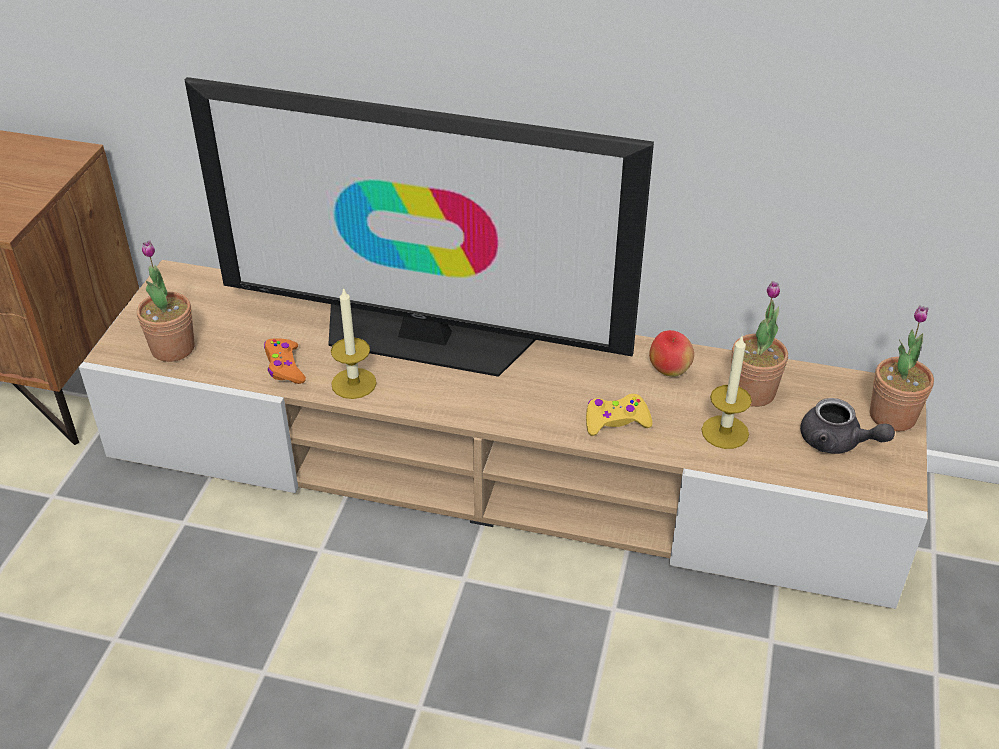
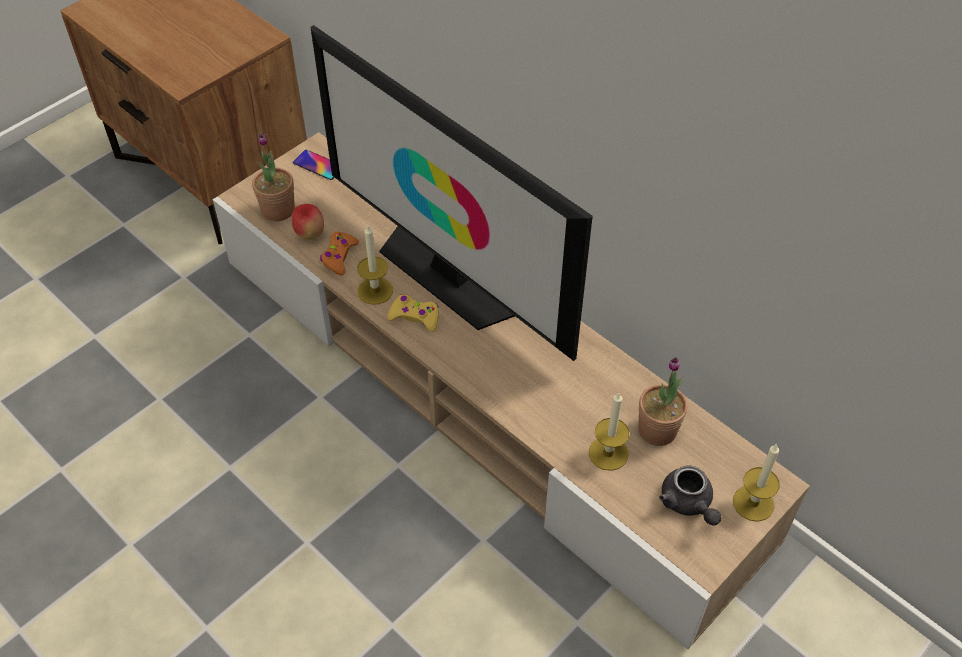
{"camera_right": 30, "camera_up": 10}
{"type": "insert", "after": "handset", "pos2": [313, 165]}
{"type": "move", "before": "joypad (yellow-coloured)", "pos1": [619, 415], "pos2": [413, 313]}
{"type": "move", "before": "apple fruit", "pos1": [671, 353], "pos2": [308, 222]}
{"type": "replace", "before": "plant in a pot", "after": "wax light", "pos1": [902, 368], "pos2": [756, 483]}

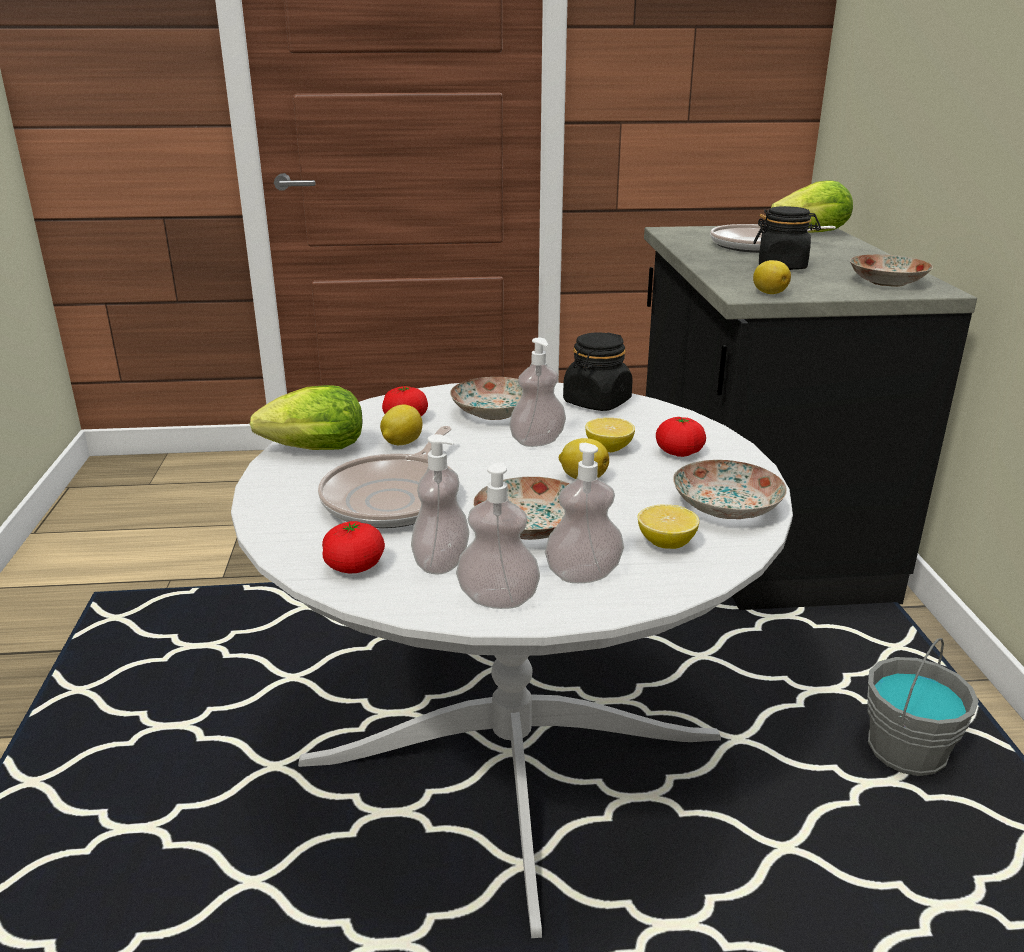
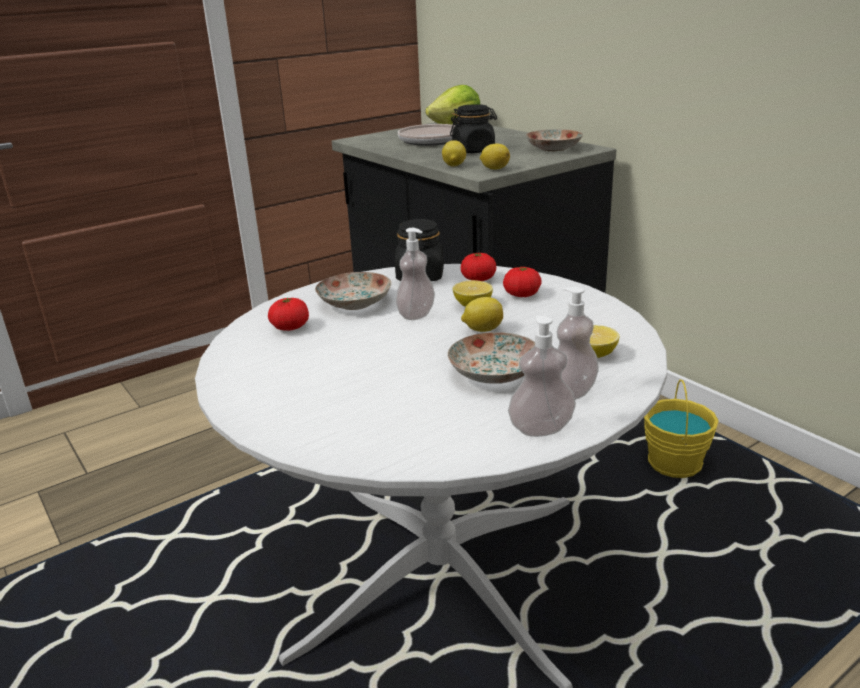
{"camera_right": -30, "camera_up": 0}
{"type": "delete", "before": "lettuce head", "pos1": [306, 417]}
{"type": "delete", "before": "frying pan", "pos1": [386, 477]}
{"type": "delete", "before": "soap dispenser", "pos1": [440, 504]}
{"type": "delete", "before": "flat dish", "pos1": [730, 489]}
{"type": "move", "before": "fresh tomato", "pos1": [353, 547], "pos2": [478, 267]}
{"type": "move", "before": "whole lemon", "pos1": [401, 425], "pos2": [454, 153]}
{"type": "recolor", "before": "water bucket (greyish)", "after": "water bucket (yellow-coloured)", "pos1": [923, 707], "pos2": [681, 429]}

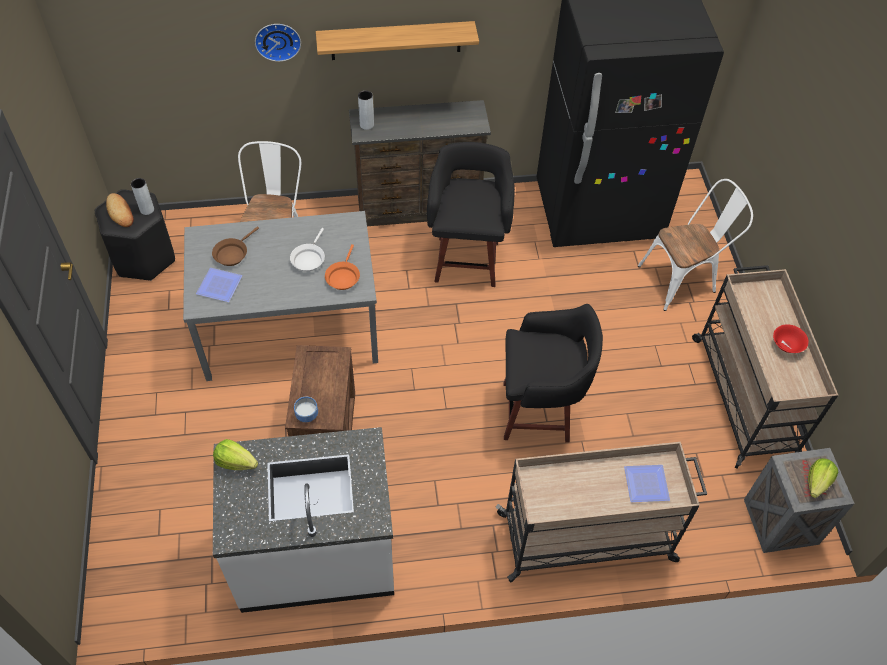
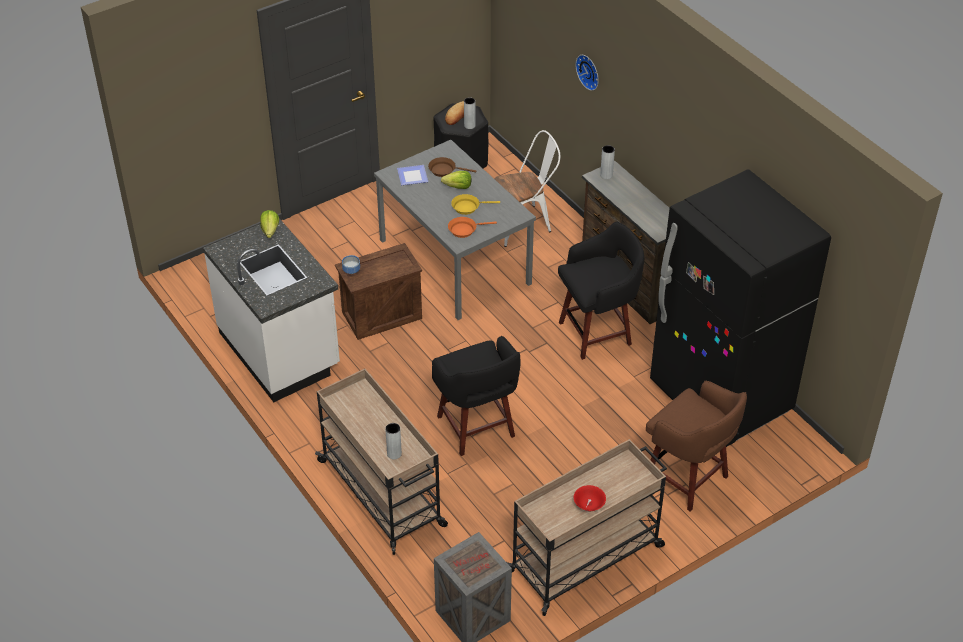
{"camera_right": 65, "camera_up": -10}
{"type": "delete", "before": "shelf", "pos1": [397, 40]}
{"type": "move", "before": "lettuce head", "pos1": [823, 478], "pos2": [456, 180]}
{"type": "replace", "before": "flat dish", "after": "decorative vase (greyish)", "pos1": [647, 483], "pos2": [393, 441]}
{"type": "replace", "before": "upright chair (white-coloured)", "after": "sitting stool (brown-coloured)", "pos1": [695, 245], "pos2": [696, 446]}
{"type": "recolor", "before": "frying pan (white-coloured)", "after": "frying pan (yellow-coloured)", "pos1": [307, 250], "pos2": [475, 204]}

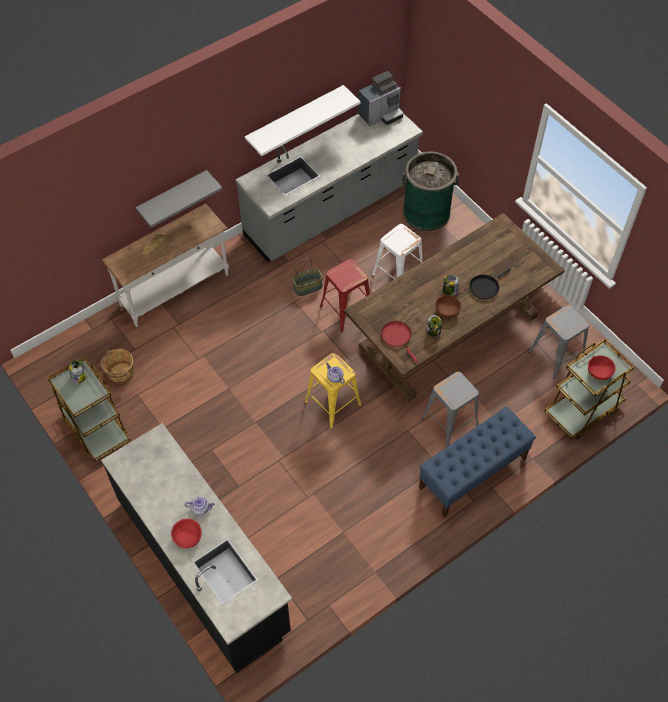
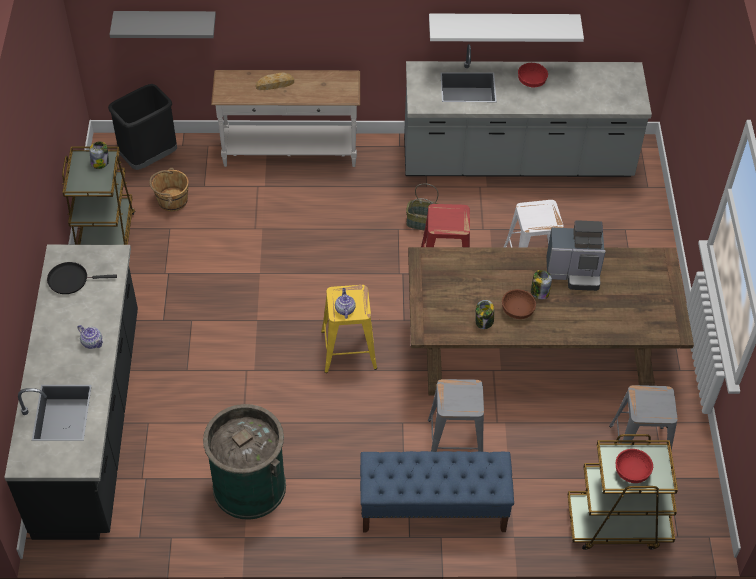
{"camera_right": 35, "camera_up": -5}
{"type": "delete", "before": "frying pan (reddish)", "pos1": [399, 341]}
{"type": "insert", "after": "waste bin (blackish)", "pos2": [142, 127]}
{"type": "move", "before": "shelf (greyish)", "pos1": [179, 199], "pos2": [163, 24]}
{"type": "move", "before": "deep dish (reddish)", "pos1": [186, 533], "pos2": [533, 75]}
{"type": "move", "before": "coffee maker", "pos1": [380, 98], "pos2": [576, 255]}
{"type": "move", "before": "waste bin (green)", "pos1": [430, 191], "pos2": [244, 462]}
{"type": "move", "before": "frying pan (blackish)", "pos1": [490, 283], "pos2": [82, 278]}

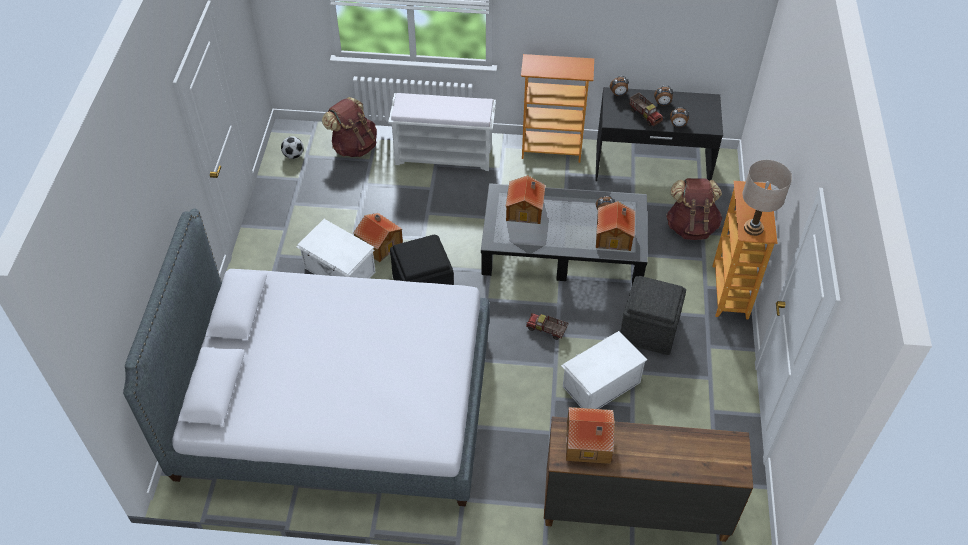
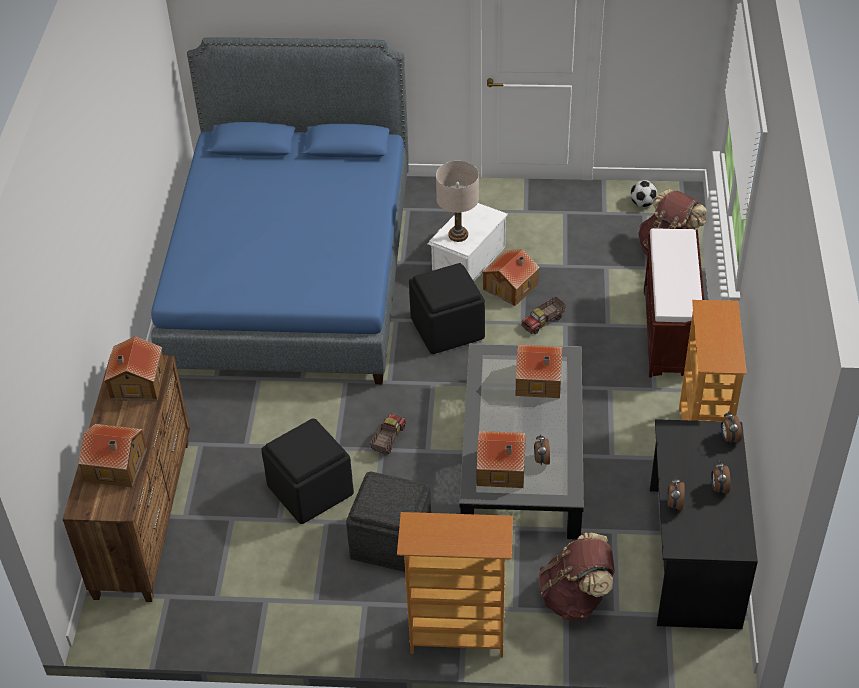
{"camera_right": 90, "camera_up": -5}
{"type": "insert", "after": "toy house", "pos2": [112, 455]}
{"type": "move", "before": "model truck", "pos1": [646, 109], "pos2": [543, 315]}
{"type": "move", "before": "table lamp (beige-coloured)", "pos1": [767, 198], "pos2": [457, 201]}
{"type": "replace", "before": "storage bin (white-coloured)", "after": "ottoman (blackish)", "pos1": [604, 370], "pos2": [307, 471]}
{"type": "recolor", "before": "bedroom bed (greyish)", "after": "bedroom bed (blue-coloured)", "pos1": [306, 357], "pos2": [280, 210]}
{"type": "recolor", "before": "bench (white-coloured)", "after": "bench (brown-coloured)", "pos1": [442, 132], "pos2": [674, 303]}

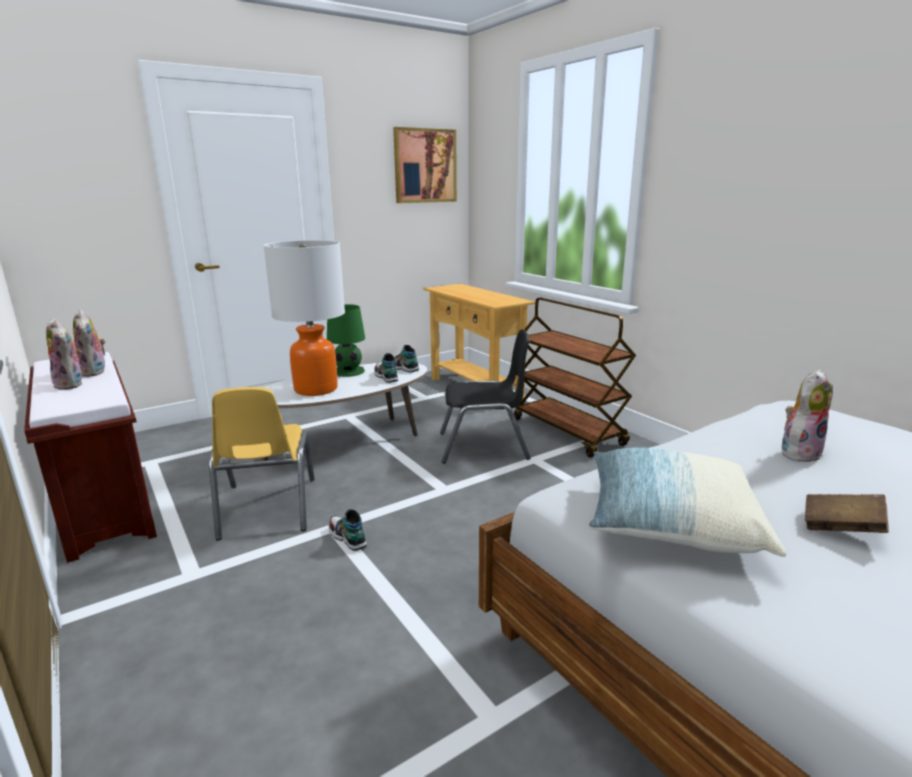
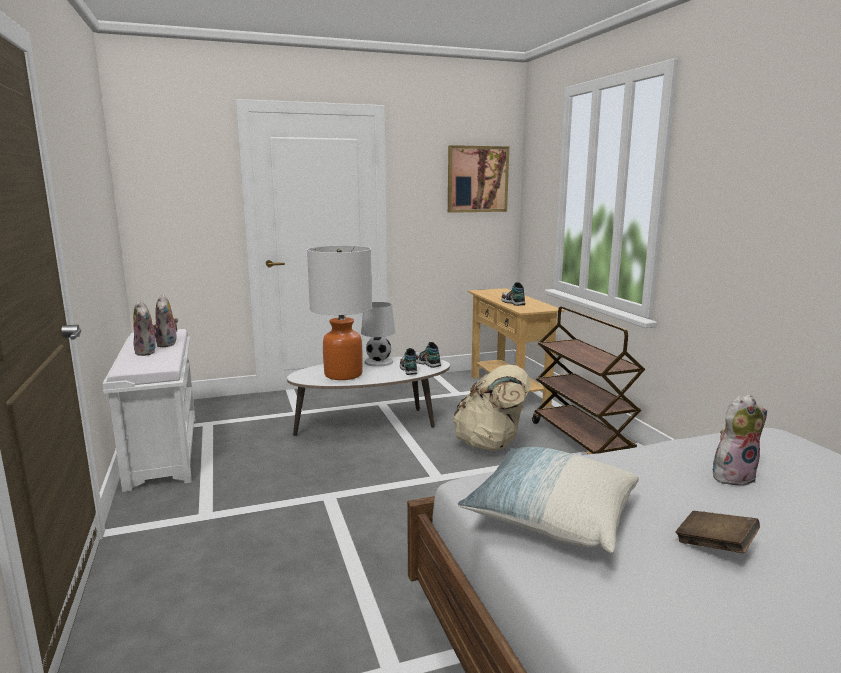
{"camera_right": 15, "camera_up": -5}
{"type": "delete", "before": "upright chair (yellow-coloured)", "pos1": [262, 464]}
{"type": "move", "before": "shoe", "pos1": [348, 530], "pos2": [513, 294]}
{"type": "replace", "before": "upright chair (blackish)", "after": "knapsack (beige-coloured)", "pos1": [485, 396], "pos2": [492, 408]}
{"type": "recolor", "before": "bench (brown-coloured)", "after": "bench (white-coloured)", "pos1": [90, 457], "pos2": [149, 410]}
{"type": "recolor", "before": "table lamp (green)", "after": "table lamp (white-coloured)", "pos1": [346, 340], "pos2": [378, 334]}

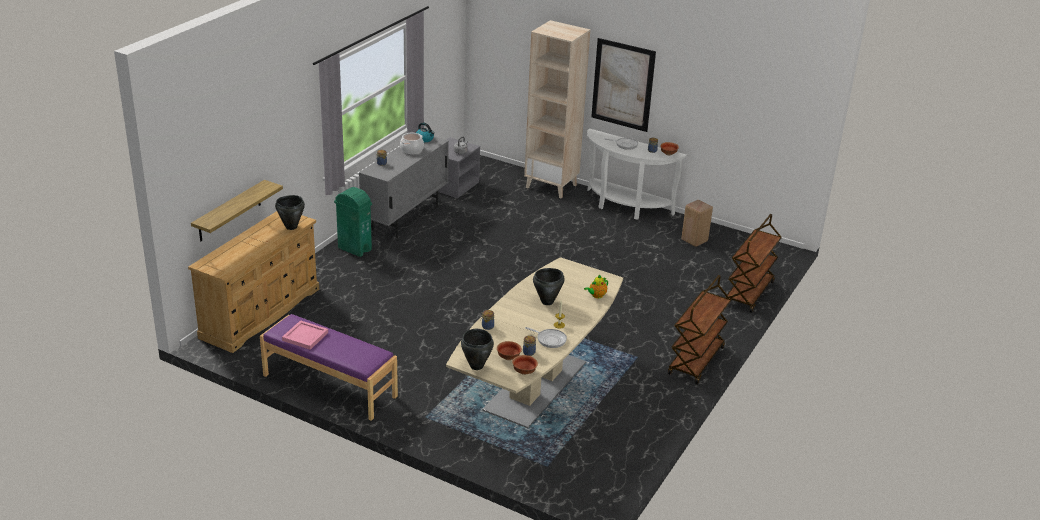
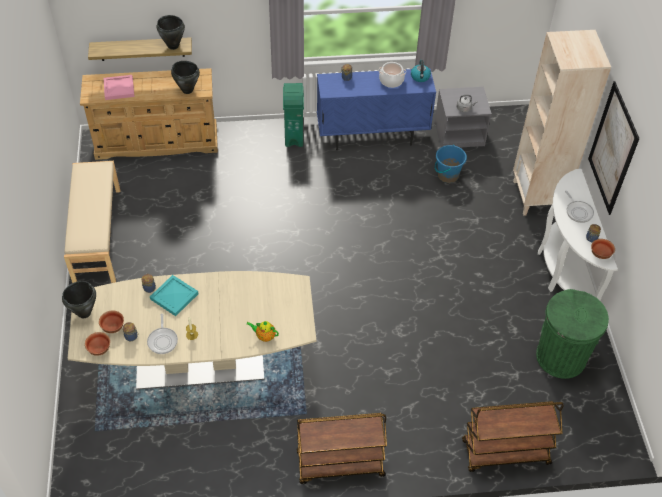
{"camera_right": 55, "camera_up": 20}
{"type": "insert", "after": "serving tray (turquoise-coloured)", "pos2": [174, 295]}
{"type": "insert", "after": "water bucket (blue-coloured)", "pos2": [451, 164]}
{"type": "move", "before": "serving tray (pink)", "pos1": [305, 335], "pos2": [119, 87]}
{"type": "move", "before": "saucepot (blackish)", "pos1": [549, 286], "pos2": [171, 32]}
{"type": "replace", "before": "sitting stool (beige-coloured)", "after": "waste bin (green)", "pos1": [697, 223], "pos2": [572, 334]}
{"type": "recolor", "before": "bench (purplish)", "after": "bench (beige-coloured)", "pos1": [329, 367], "pos2": [92, 222]}
{"type": "recolor", "before": "cabinet (greyish)", "after": "cabinet (blue-coloured)", "pos1": [404, 187], "pos2": [376, 109]}

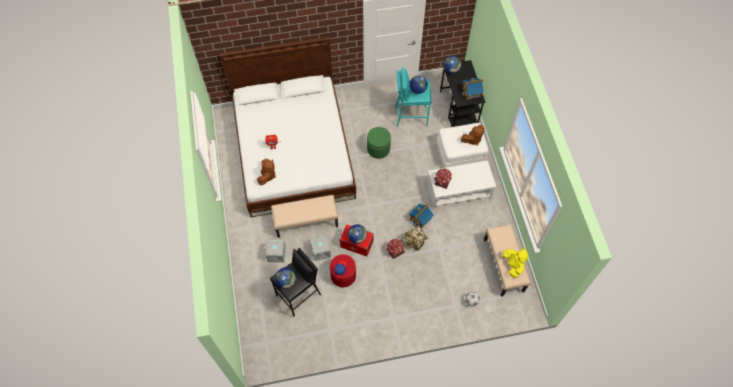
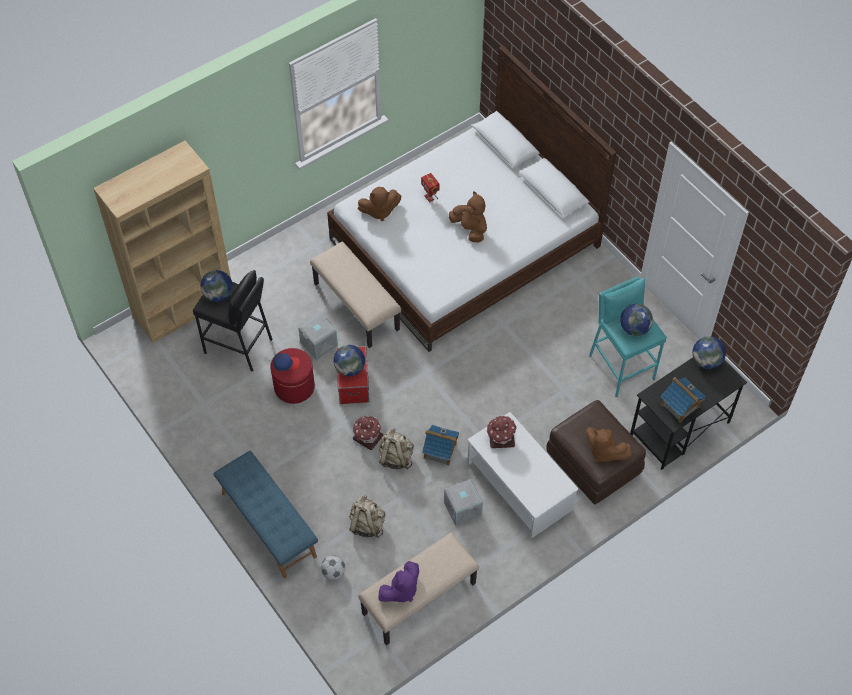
{"camera_right": 65, "camera_up": -5}
{"type": "delete", "before": "ottoman (green)", "pos1": [379, 143]}
{"type": "insert", "after": "shelving unit (brown-coloured)", "pos2": [162, 242]}
{"type": "insert", "after": "bench (blue-coloured)", "pos2": [265, 514]}
{"type": "insert", "after": "knapsack (beige-coloured)", "pos2": [367, 516]}
{"type": "insert", "after": "plush toy (brown-coloured)", "pos2": [468, 216]}
{"type": "move", "before": "storage bin (greyish)", "pos1": [275, 251], "pos2": [463, 502]}
{"type": "recolor", "before": "ottoman (white-coloured)", "after": "ottoman (brown-coloured)", "pos1": [462, 145], "pos2": [596, 452]}
{"type": "recolor", "before": "plush toy (yellow-coloured)", "after": "plush toy (purplish)", "pos1": [515, 263], "pos2": [399, 581]}

